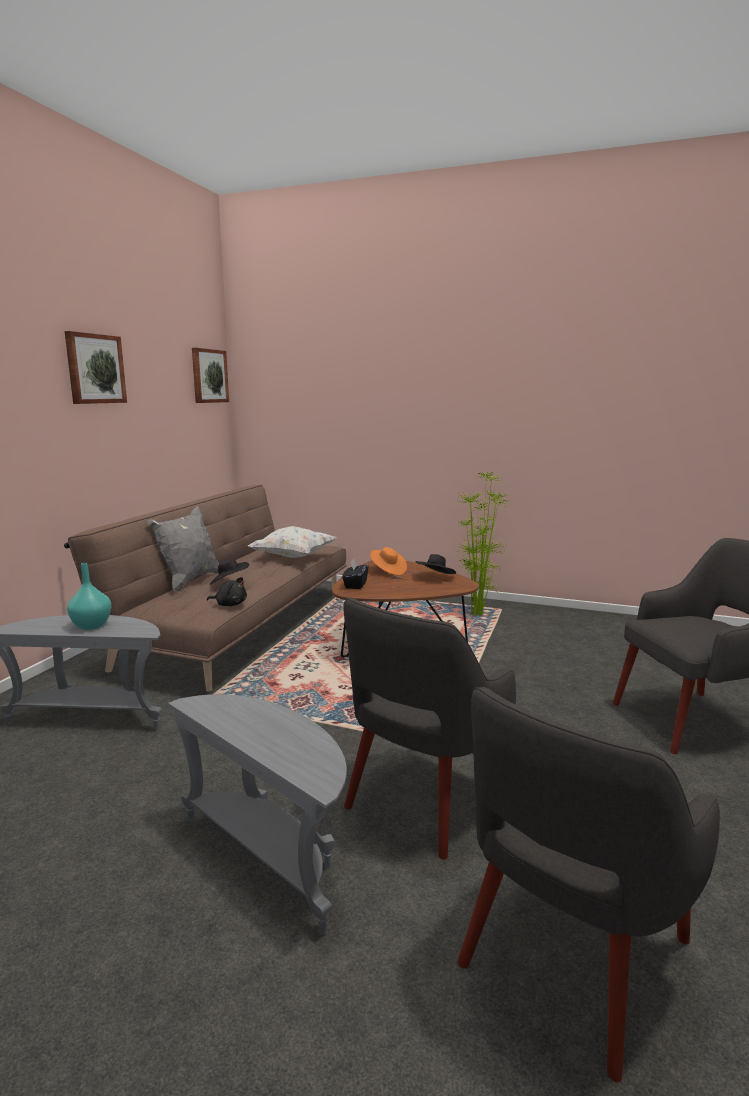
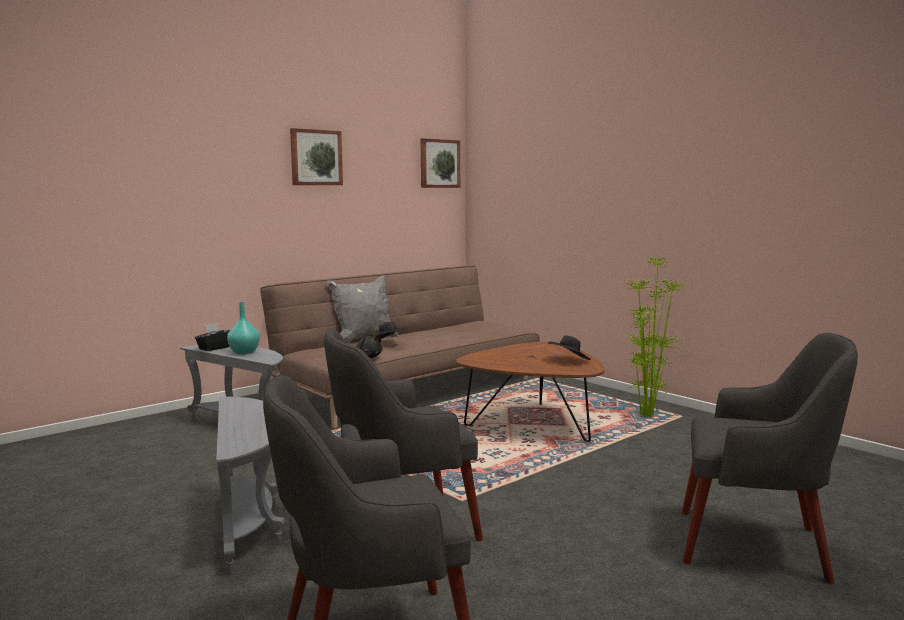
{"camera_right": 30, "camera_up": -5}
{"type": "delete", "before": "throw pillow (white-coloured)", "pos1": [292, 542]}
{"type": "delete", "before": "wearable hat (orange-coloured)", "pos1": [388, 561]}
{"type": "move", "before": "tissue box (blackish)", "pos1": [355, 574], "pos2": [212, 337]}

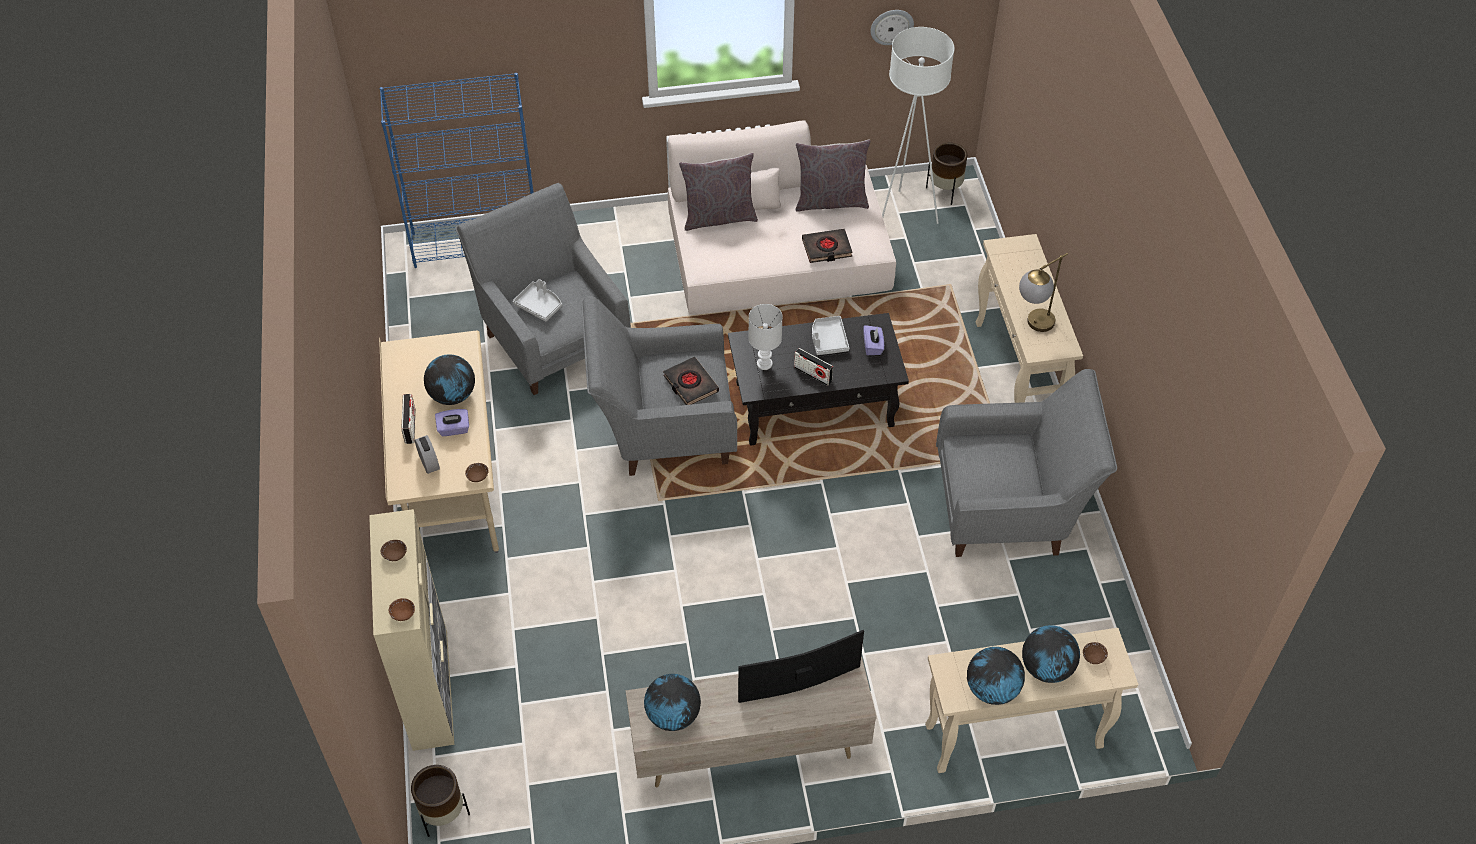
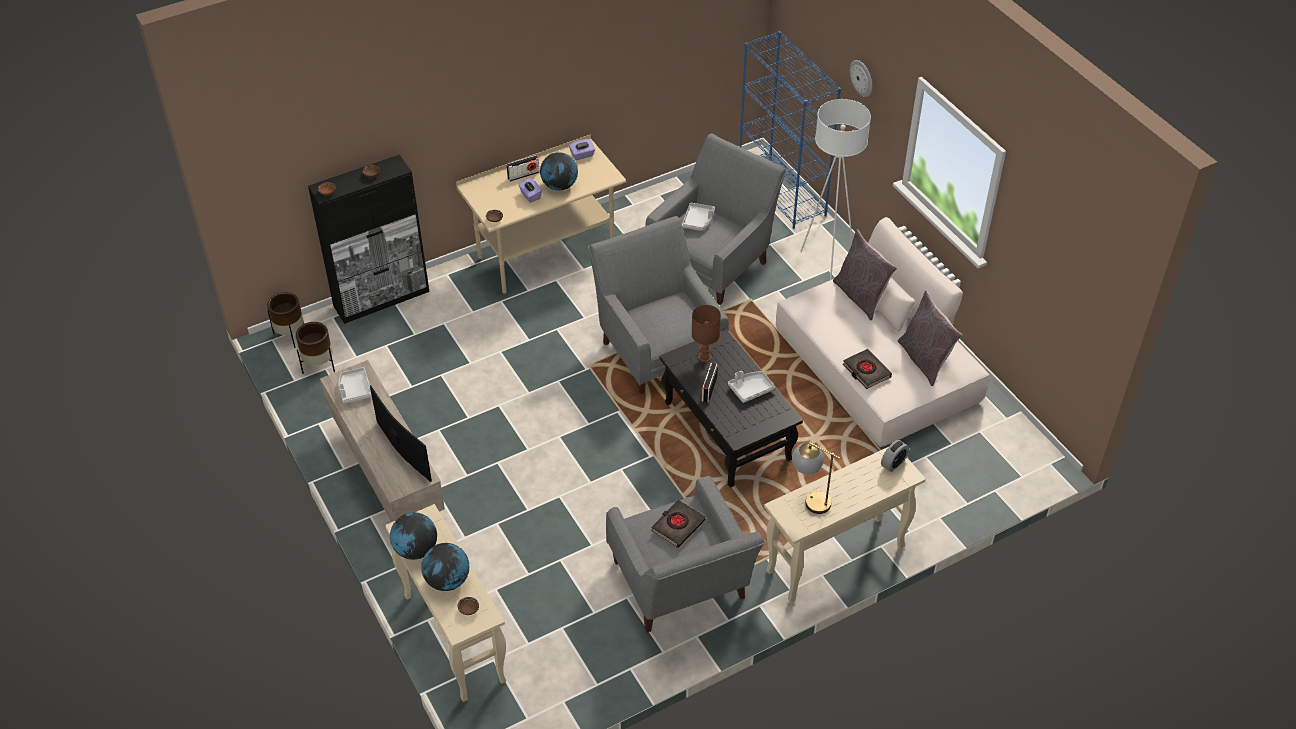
{"camera_right": 70, "camera_up": -5}
{"type": "move", "before": "table clock", "pos1": [427, 454], "pos2": [895, 456]}
{"type": "move", "before": "volume (blackish)", "pos1": [691, 381], "pos2": [678, 524]}
{"type": "move", "before": "tissue box (purplish)", "pos1": [873, 340], "pos2": [582, 149]}
{"type": "move", "before": "clock on the wall", "pos1": [892, 27], "pos2": [861, 78]}
{"type": "move", "before": "standing lamp (white-coloured)", "pos1": [918, 125], "pos2": [835, 189]}
{"type": "move", "before": "plant pot (brown-coloured)", "pos1": [947, 173], "pos2": [315, 348]}
{"type": "replace", "before": "world globe", "after": "serving tray (greyish)", "pos1": [672, 702], "pos2": [355, 385]}
{"type": "recolor", "before": "cabinet (beige-coloured)", "after": "cabinet (blackish)", "pos1": [411, 630], "pos2": [368, 239]}
{"type": "recolor", "before": "table lamp (white-coloured)", "after": "table lamp (brown-coloured)", "pos1": [765, 337], "pos2": [706, 334]}

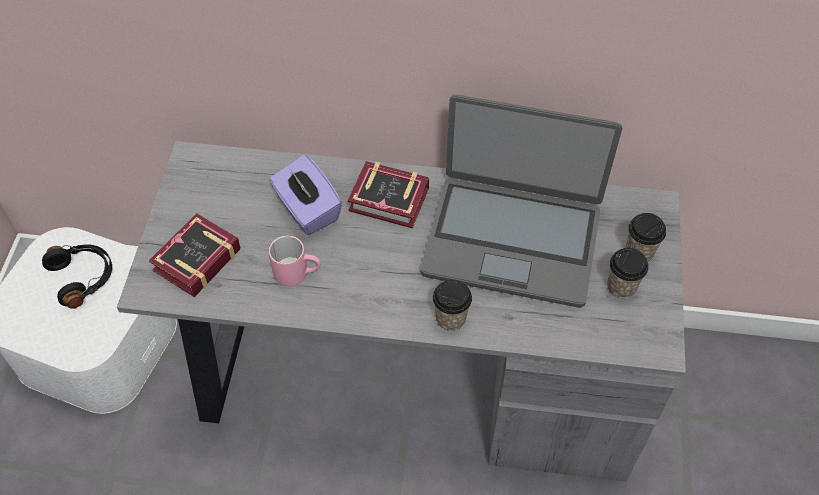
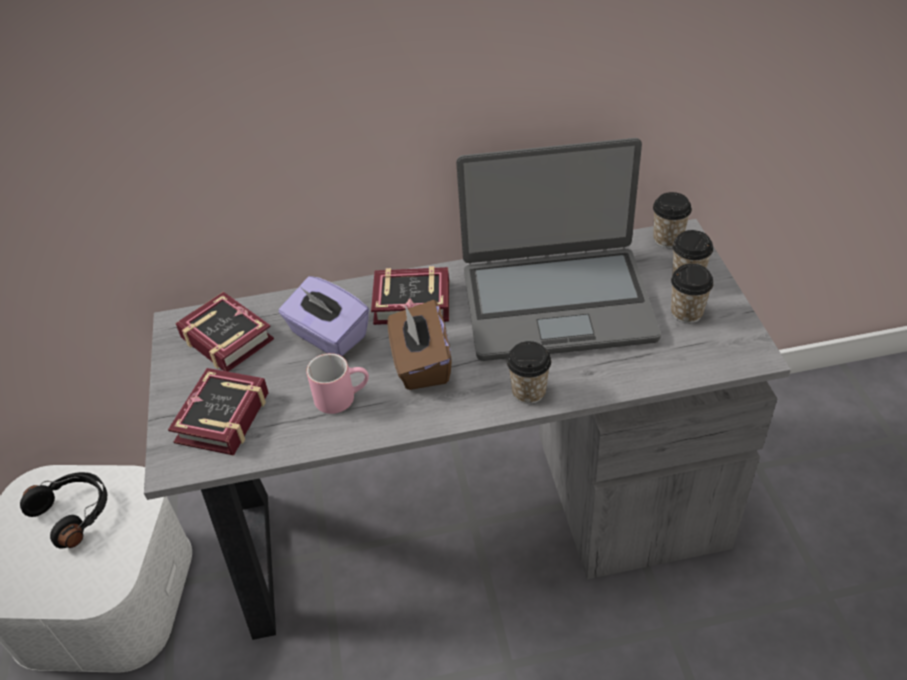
{"camera_right": -15, "camera_up": -10}
{"type": "insert", "after": "volume", "pos2": [224, 332]}
{"type": "insert", "after": "tissue box (brown-coloured)", "pos2": [420, 345]}
{"type": "insert", "after": "drinking cup", "pos2": [672, 220]}

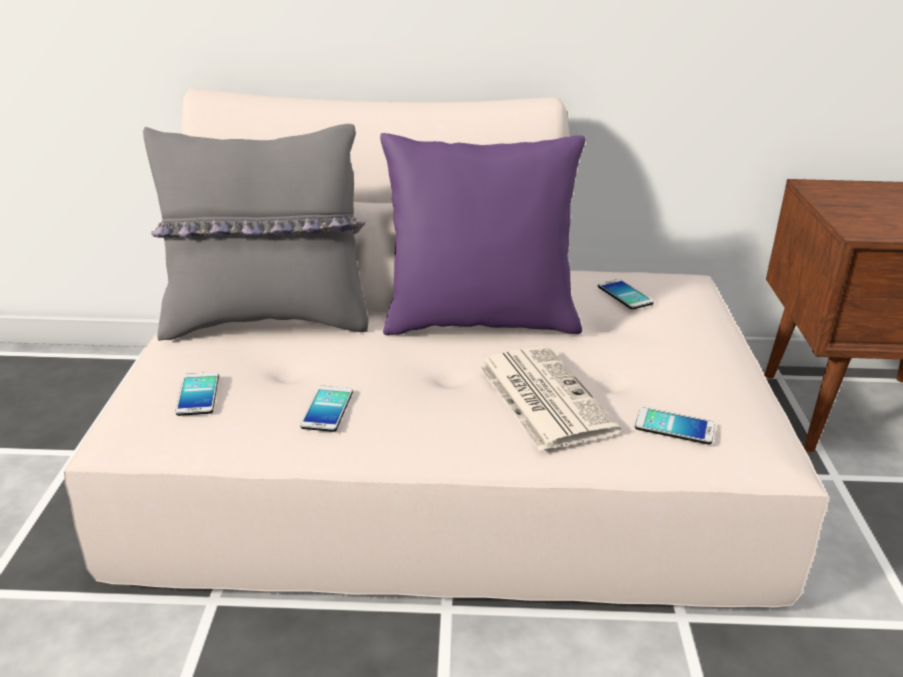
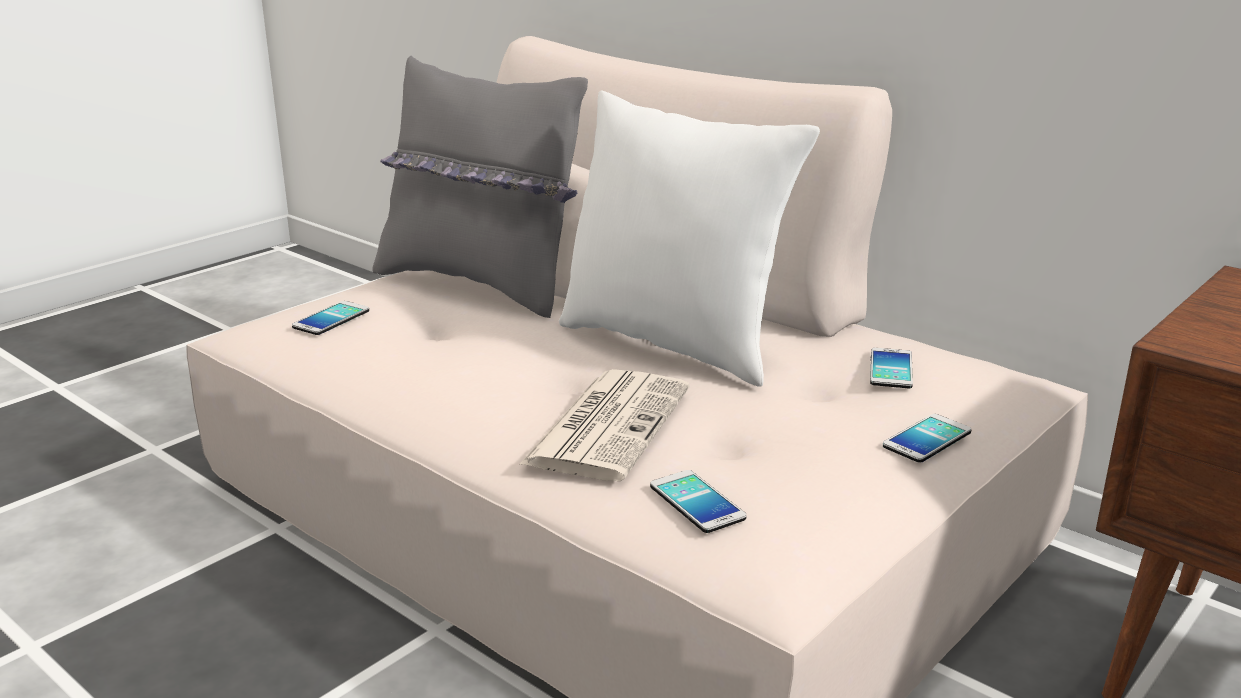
{"camera_right": 40, "camera_up": -5}
{"type": "move", "before": "handset", "pos1": [326, 409], "pos2": [927, 438]}
{"type": "recolor", "before": "throw pillow (purplish)", "after": "throw pillow (white-coloured)", "pos1": [483, 234], "pos2": [689, 238]}

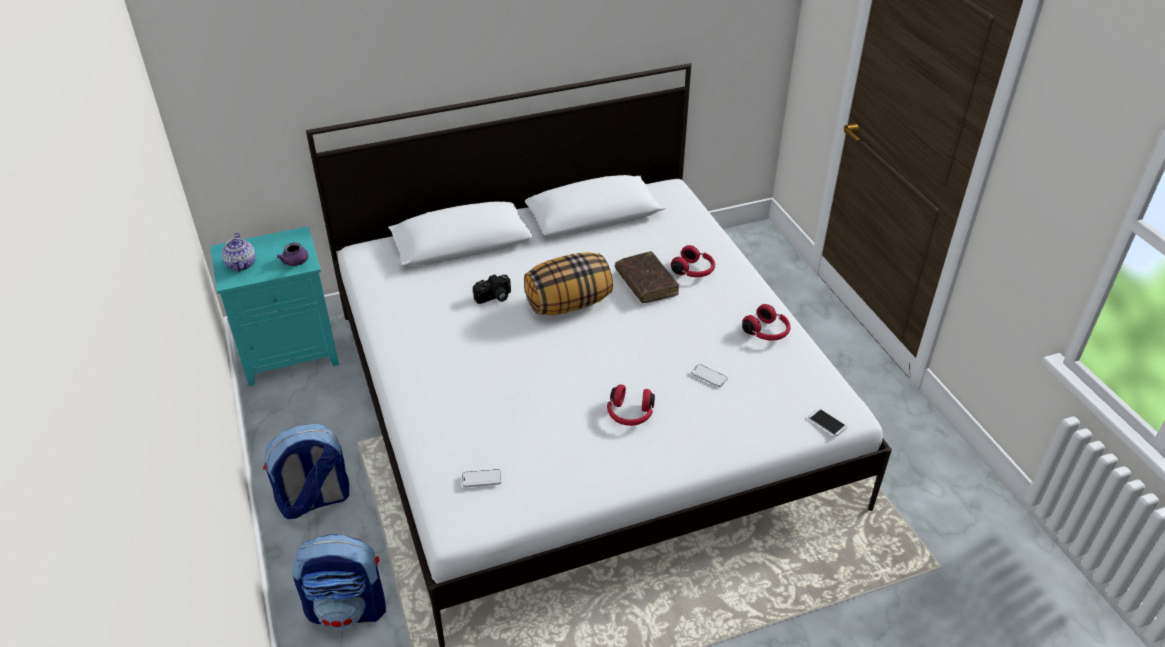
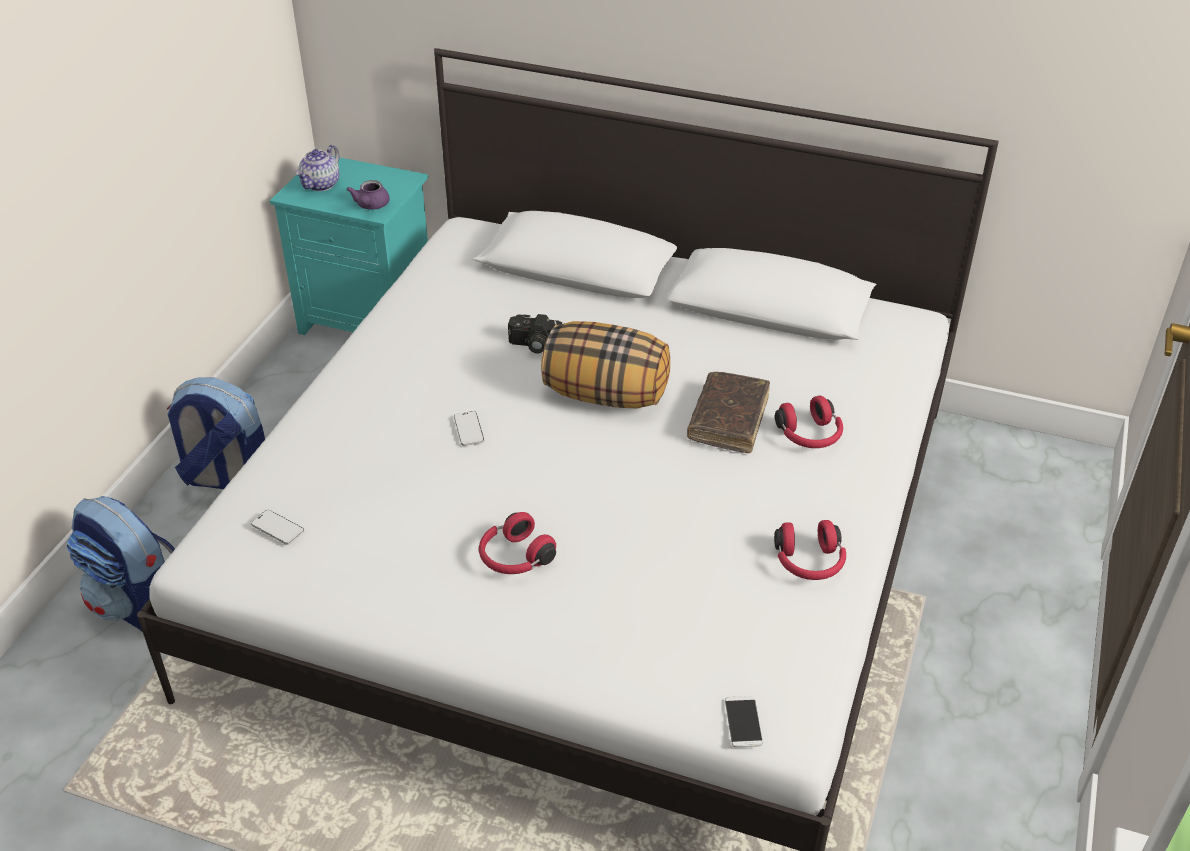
{"camera_right": 40, "camera_up": 0}
{"type": "move", "before": "handset", "pos1": [709, 375], "pos2": [469, 428]}

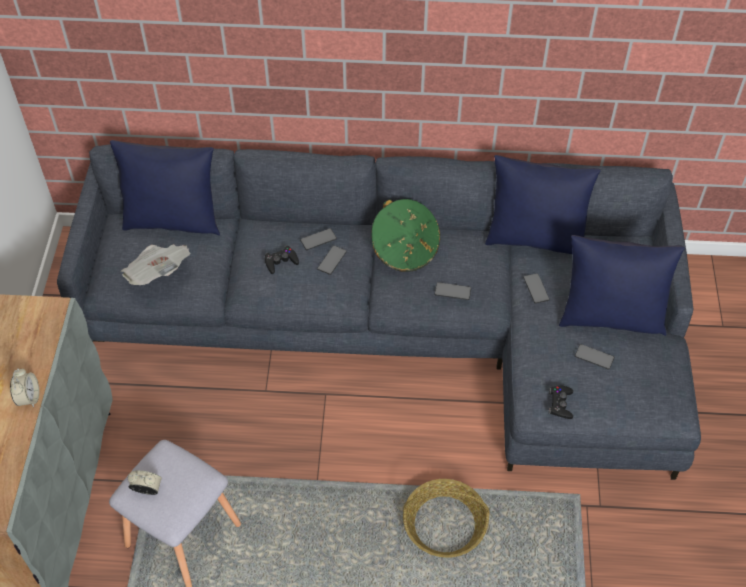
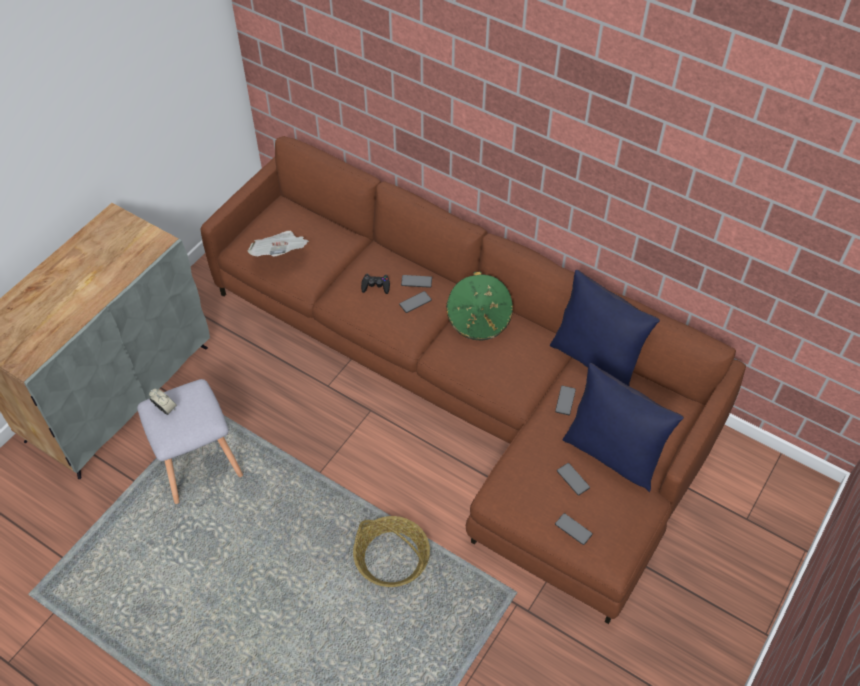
{"camera_right": 30, "camera_up": 0}
{"type": "delete", "before": "table clock", "pos1": [24, 387]}
{"type": "delete", "before": "throw pillow (blue-coloured)", "pos1": [165, 188]}
{"type": "delete", "before": "joypad (blackish)", "pos1": [560, 402]}
{"type": "move", "before": "handset", "pos1": [453, 291], "pos2": [574, 529]}
{"type": "recolor", "before": "sofa (greyish)", "after": "sofa (brown-coloured)", "pos1": [379, 312], "pos2": [473, 380]}

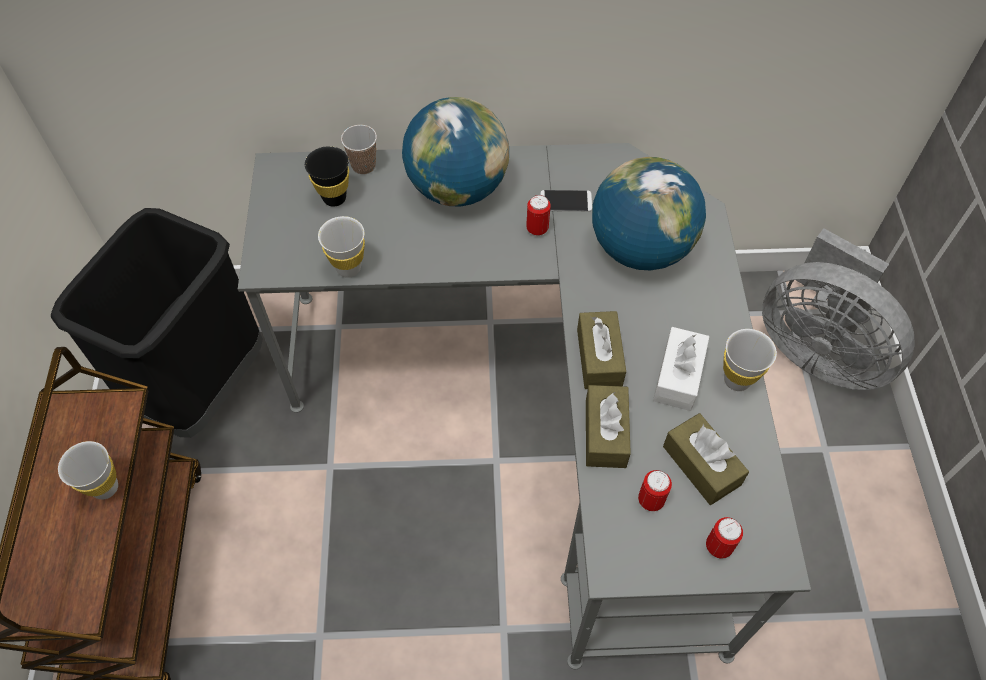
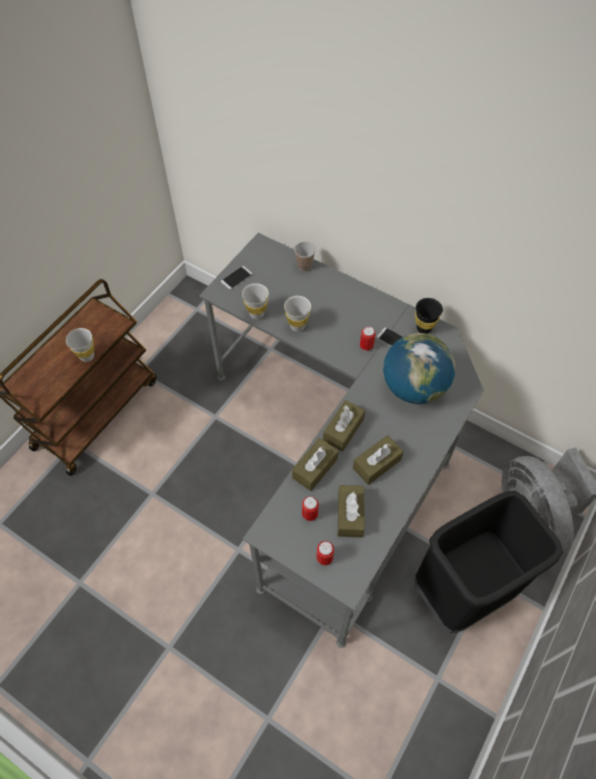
{"camera_right": 35, "camera_up": 0}
{"type": "delete", "before": "world globe", "pos1": [455, 151]}
{"type": "insert", "after": "handset", "pos2": [237, 278]}
{"type": "move", "before": "waste bin (blackish)", "pos1": [157, 323], "pos2": [488, 562]}
{"type": "move", "before": "drinking cup (blackish)", "pos1": [327, 176], "pos2": [429, 316]}
{"type": "move", "before": "drinking cup (white-coloured)", "pos1": [750, 360], "pos2": [297, 314]}
{"type": "recolor", "before": "tissue box (white-coloured)", "after": "tissue box (brown-coloured)", "pos1": [681, 369], "pos2": [378, 460]}

